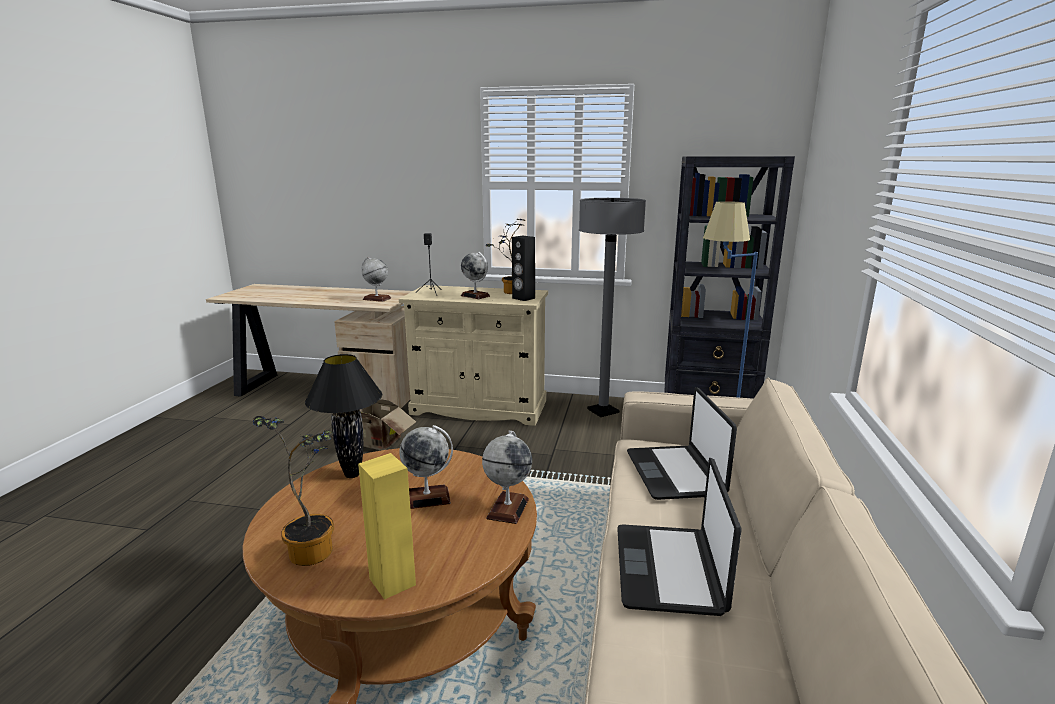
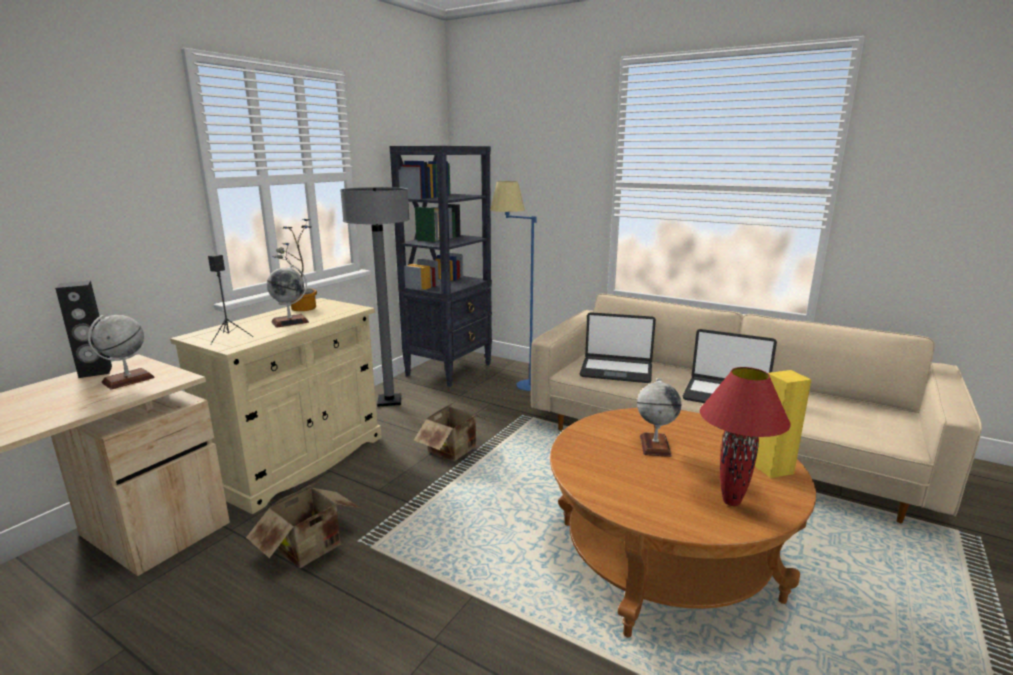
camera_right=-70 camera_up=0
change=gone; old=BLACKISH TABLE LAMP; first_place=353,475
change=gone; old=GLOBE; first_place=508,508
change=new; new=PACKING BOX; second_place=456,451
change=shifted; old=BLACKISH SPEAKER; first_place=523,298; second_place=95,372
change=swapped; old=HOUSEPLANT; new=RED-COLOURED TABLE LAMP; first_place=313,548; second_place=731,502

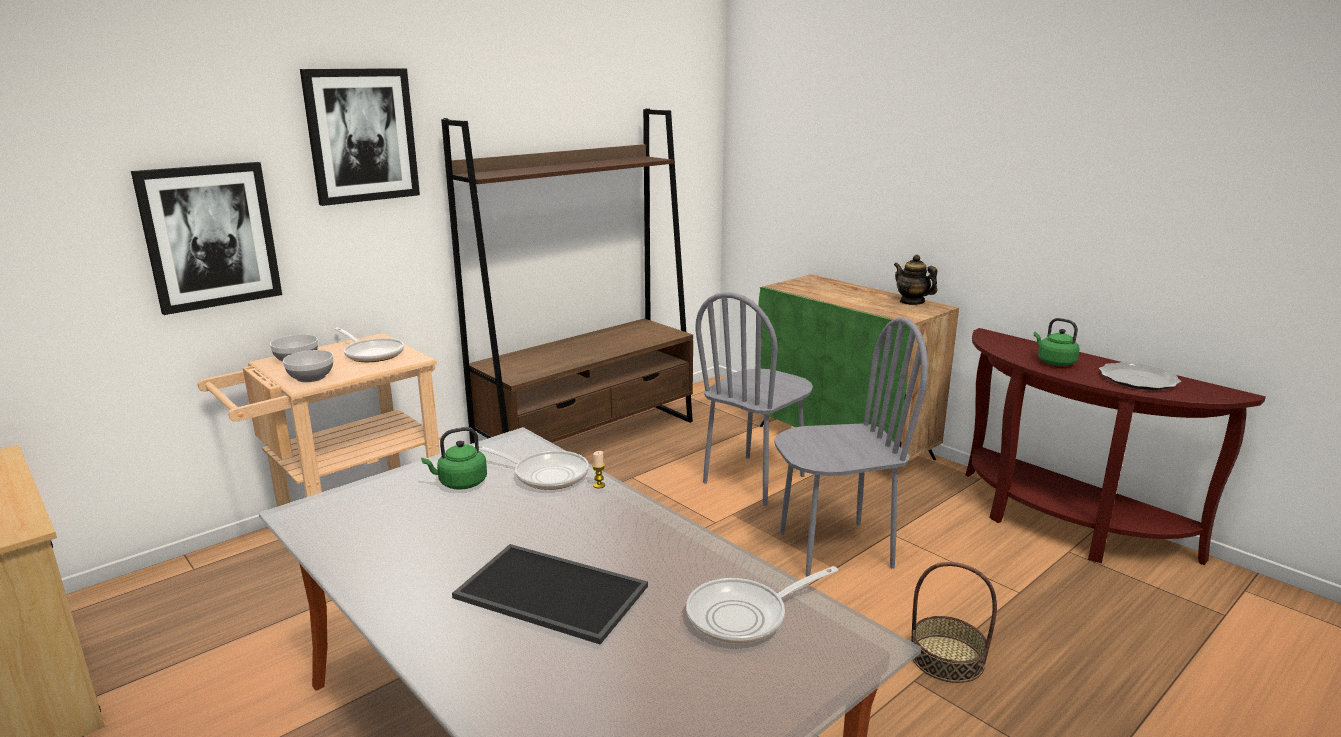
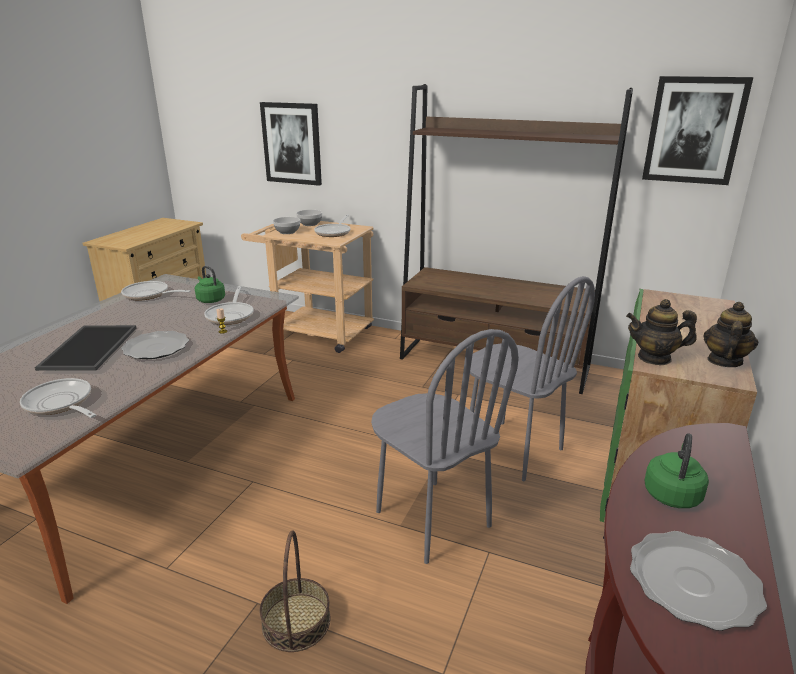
camera_right=65 camera_up=5
change=new; new=PAN; second_place=149,295
change=new; new=PLATE; second_place=156,348
change=new; new=TEAPOT; second_place=654,358
change=shifted; old=PICTURE; first_place=362,135; second_place=694,130
change=rotated; old=GREY CHAIR; first_place=754,479; second_place=513,449; degrees=-150

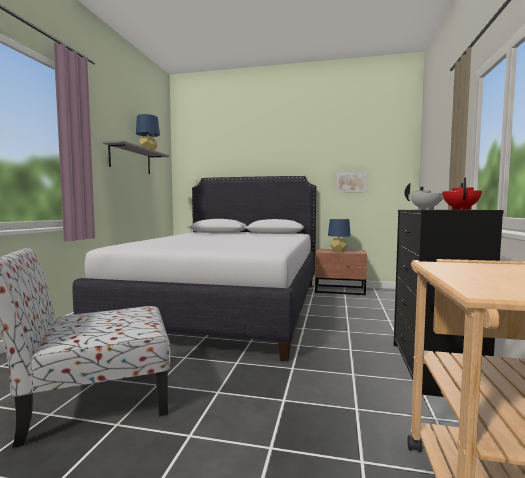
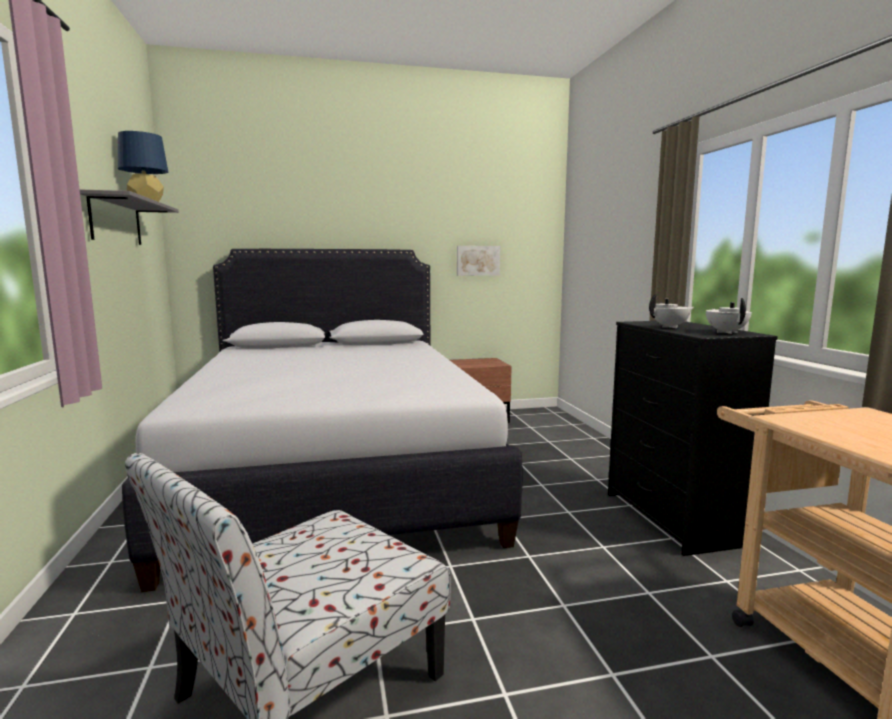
camera_right=-25 camera_up=5
change=gone; old=BLUE-COLOURED TABLE LAMP; first_place=338,251
change=repainted; old=RED-COLOURED TEAPOT; new=WHITE TEAPOT; first_place=461,209; second_place=726,332

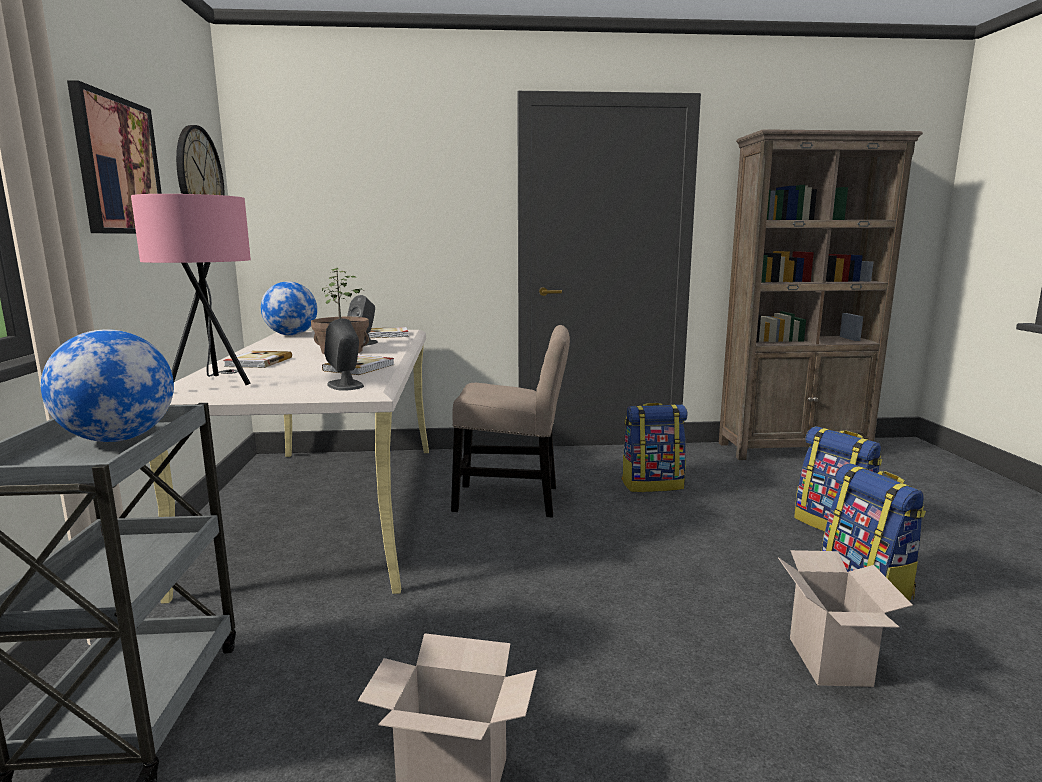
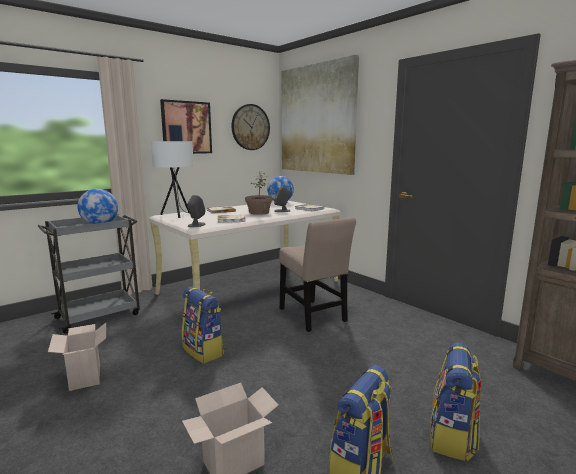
camera_right=55 camera_up=0
change=new; new=PICTURE; second_place=317,119
change=shifted; old=BACKPACK; first_place=652,484; second_place=204,351
change=repainted; old=PINK-COLOURED TABLE LAMP; new=WHITE TABLE LAMP; first_place=213,384; second_place=178,215

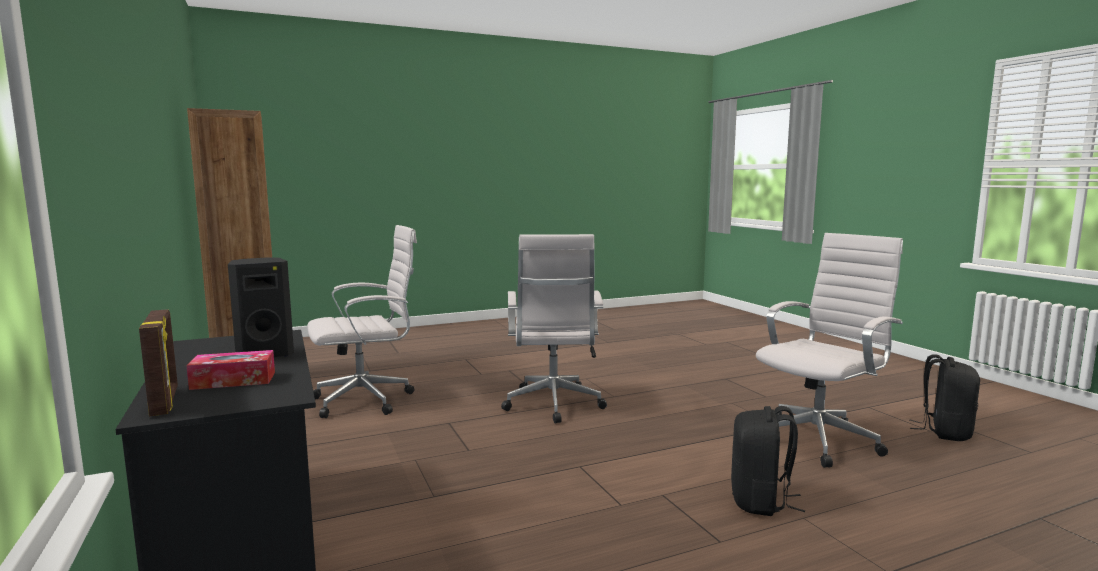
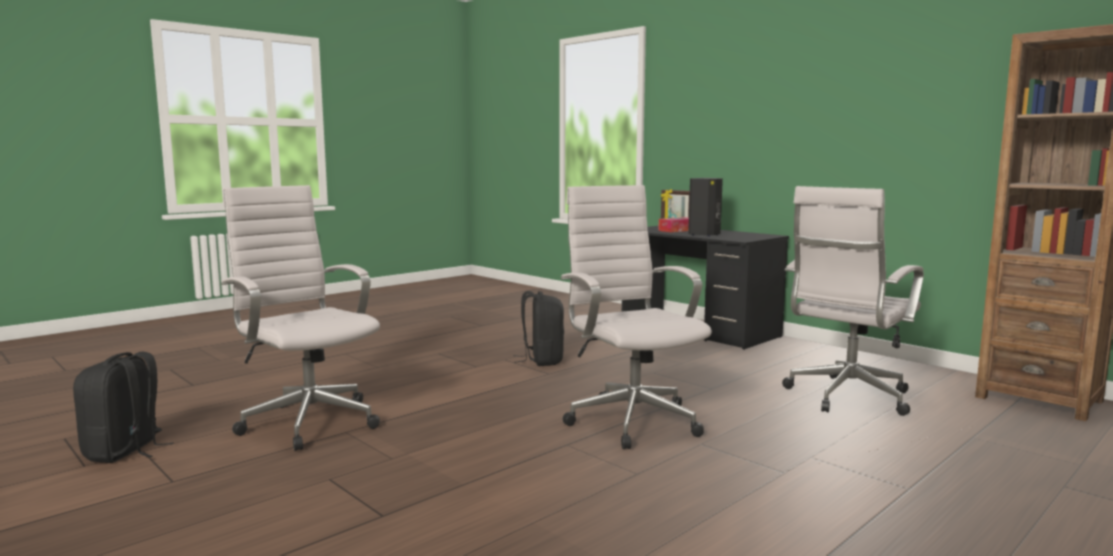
camera_right=160 camera_up=0
change=shifted; old=BLACKISH BACKPACK; first_place=760,501; second_place=542,360
change=rotated; old=WHITE COMPUTER CHAIR; first_place=820,439; second_place=308,421; degrees=105

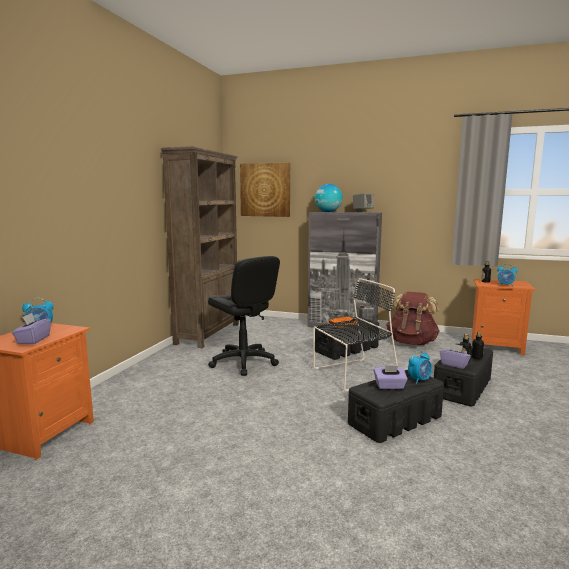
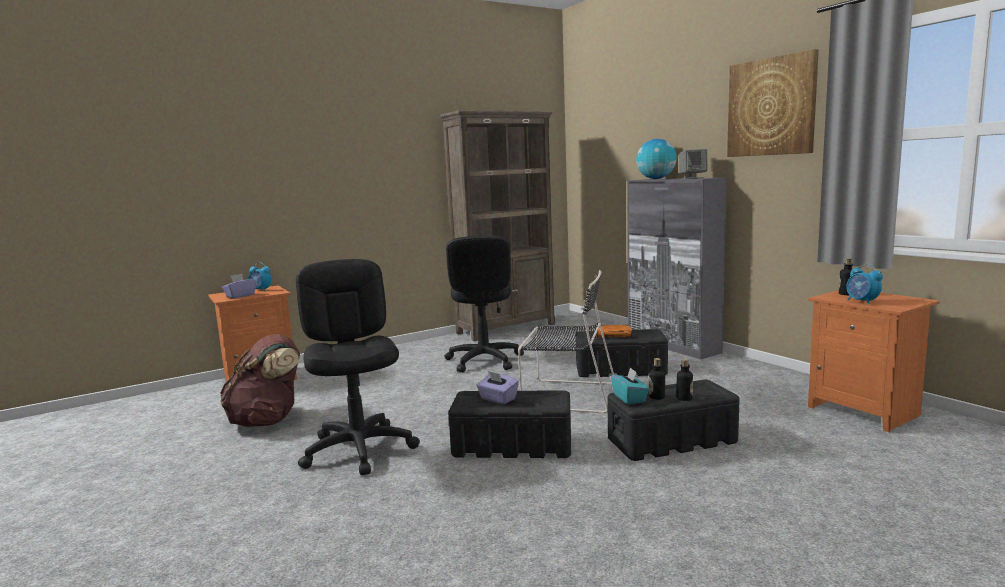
camera_right=40 camera_up=0
change=gone; old=ALARM CLOCK; first_place=419,380
change=new; new=BLACKISH COMPUTER CHAIR; second_place=359,449
change=shifted; old=PICTURE; first_place=265,190; second_place=771,107
change=shifted; old=BROWN-COLOURED BACKPACK; first_place=411,343; second_place=268,420
change=repainted; old=PURPLISH BOX OF TISSUES; new=TURQUOISE-COLOURED BOX OF TISSUES; first_place=454,364; second_place=629,398

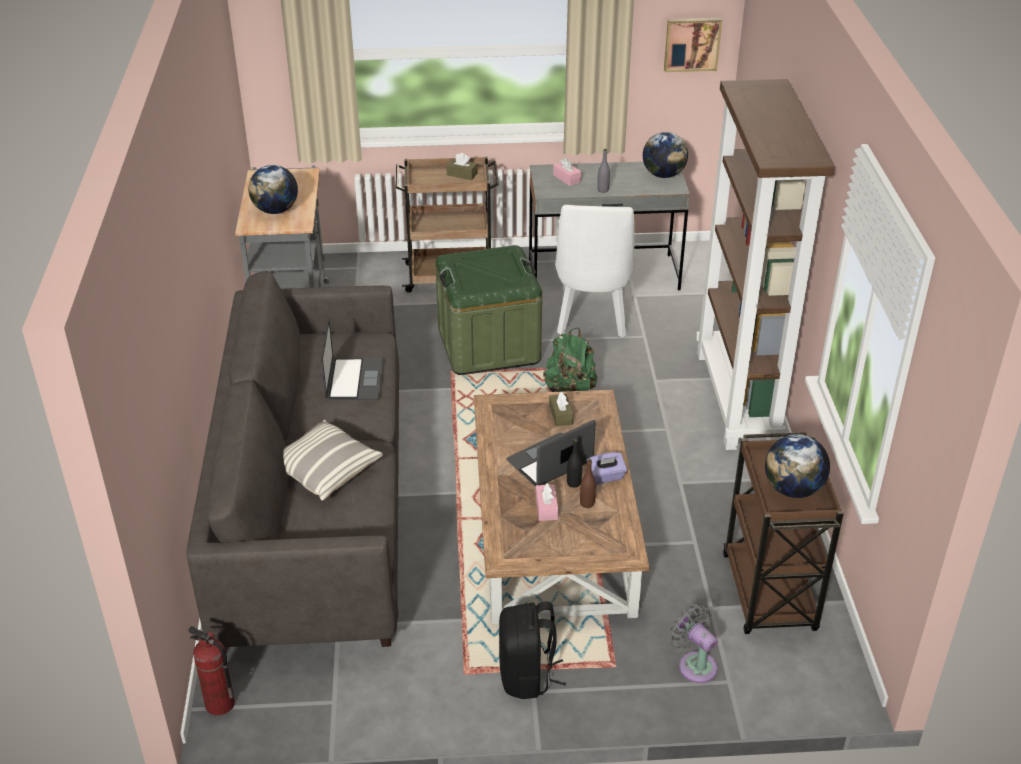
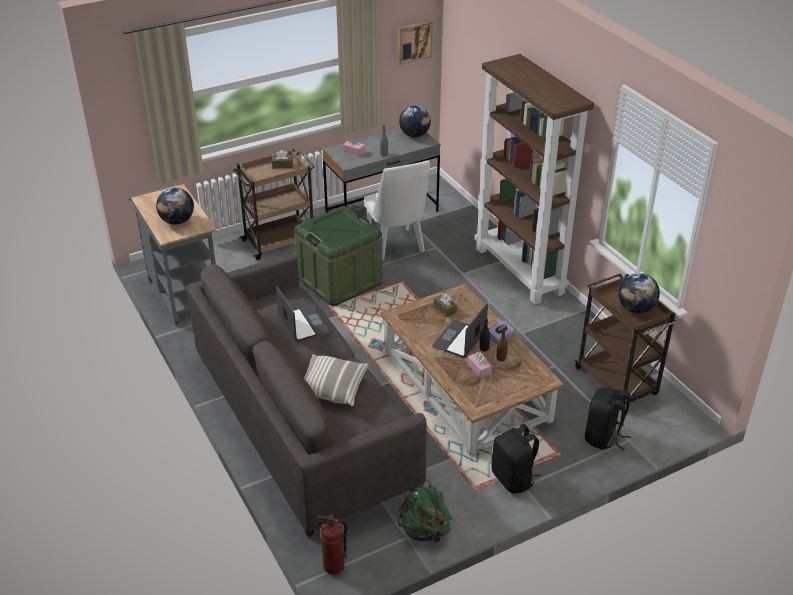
camera_right=-25 camera_up=0
change=shifted; old=GREEN BACKPACK; first_place=570,391; second_place=425,531
change=swapped; old=GREY ELECTRIC FAN; new=BLACKISH BACKPACK; first_place=694,664; second_place=603,437

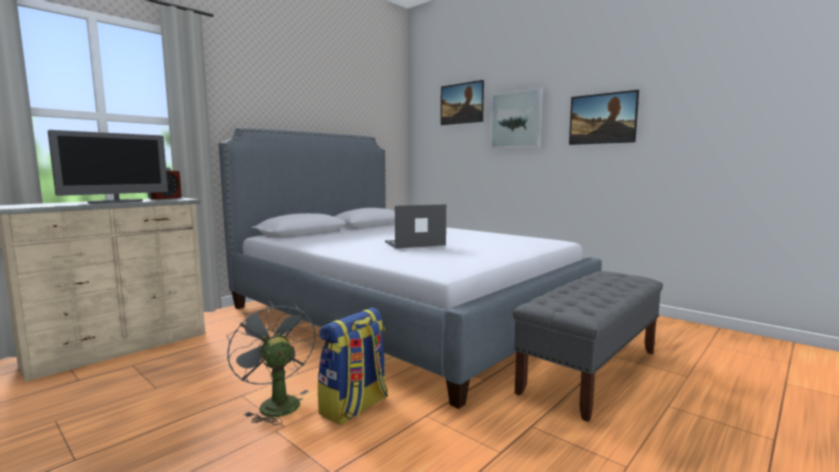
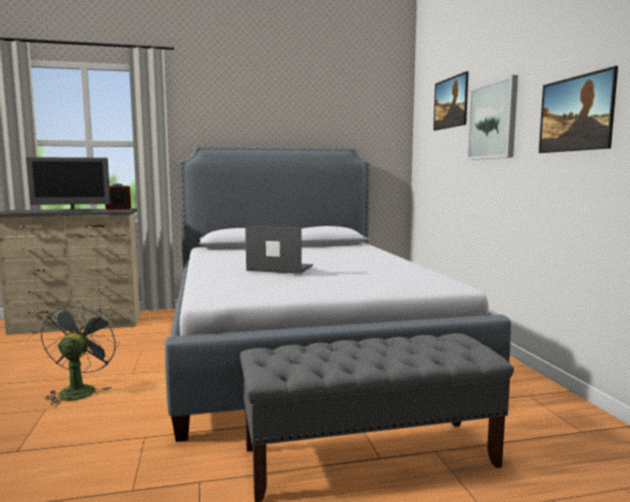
camera_right=35 camera_up=0
change=gone; old=BACKPACK; first_place=355,407

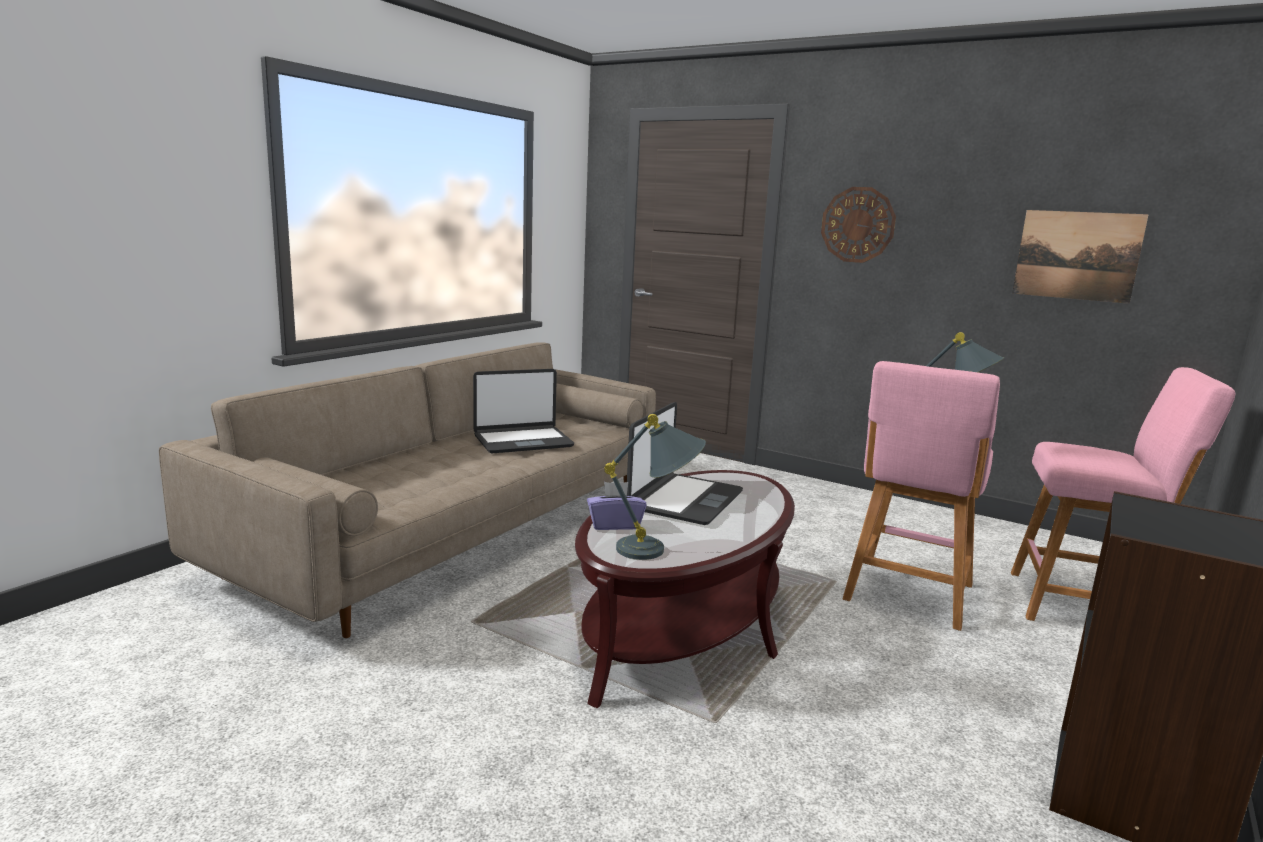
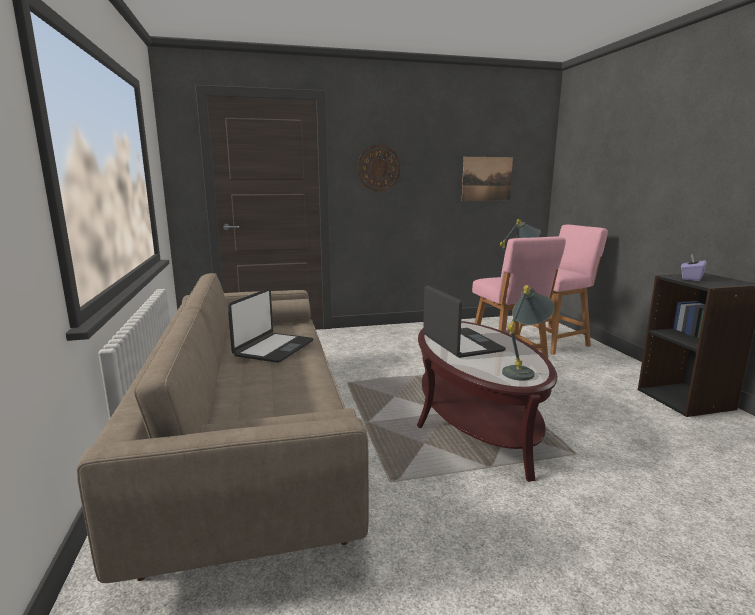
camera_right=-45 camera_up=0
change=shifted; old=PURPLISH BOX OF TISSUES; first_place=615,524; second_place=691,278

